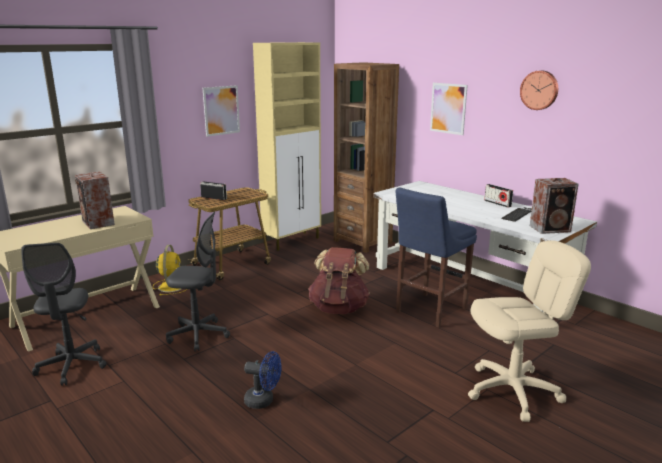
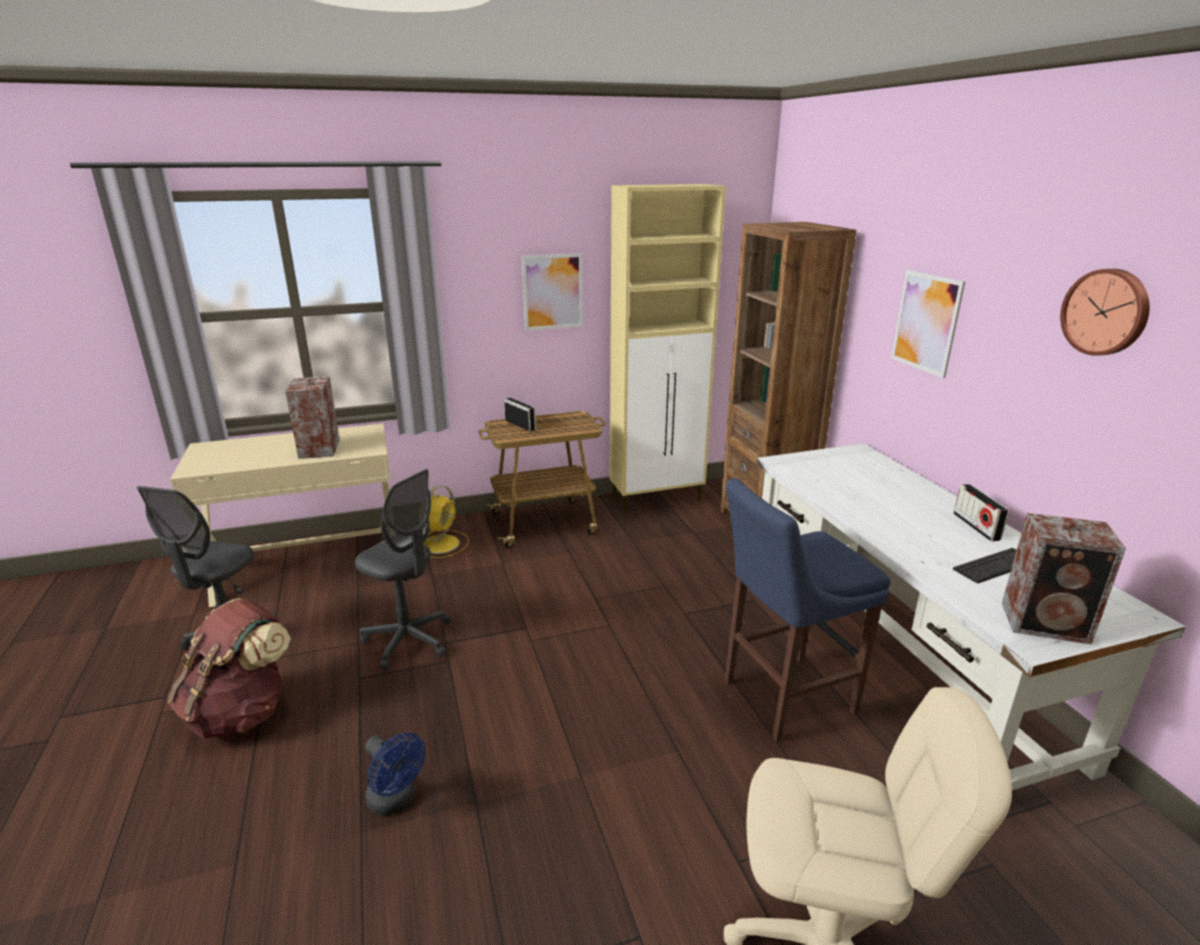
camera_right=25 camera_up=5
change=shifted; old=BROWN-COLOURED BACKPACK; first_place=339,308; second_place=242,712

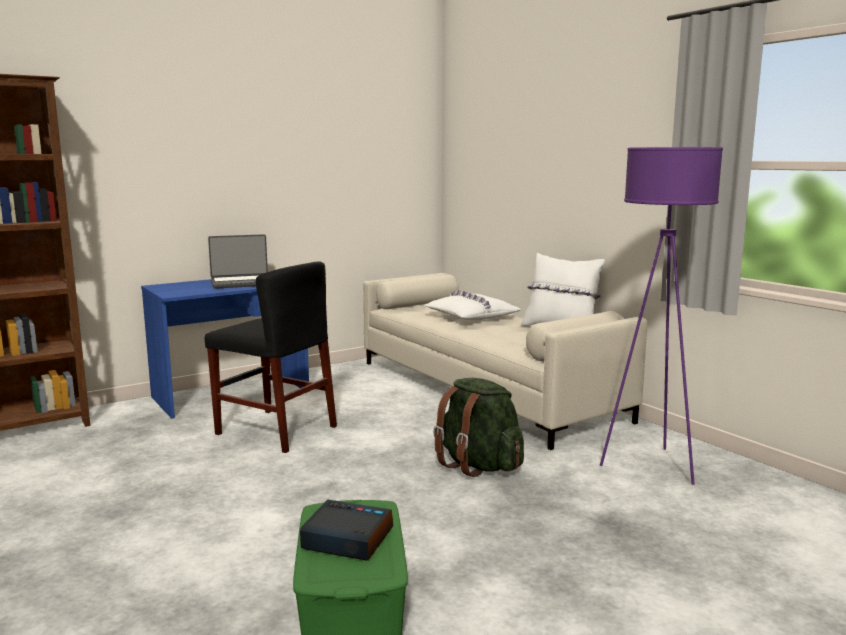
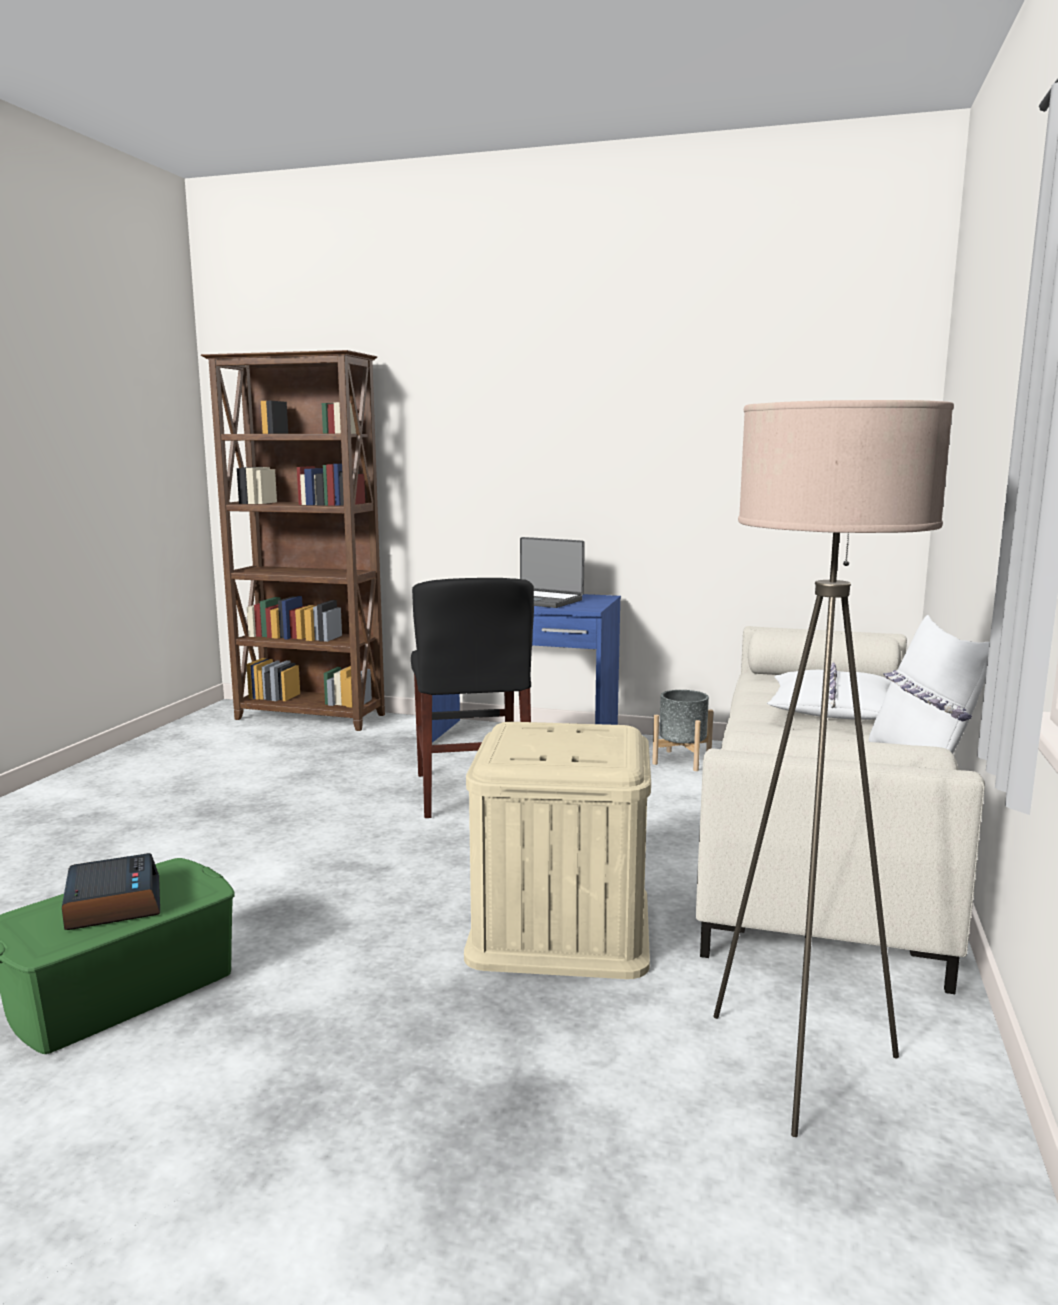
camera_right=50 camera_up=0
change=new; new=GREY PLANTER; second_place=682,760
change=swapped; old=GREEN BACKPACK; new=BEIGE-COLOURED STORAGE BIN; first_place=478,465; second_place=560,926
change=repainted; old=PURPLISH STANDING LAMP; new=BEIGE-COLOURED STANDING LAMP; first_place=651,465; second_place=799,1065

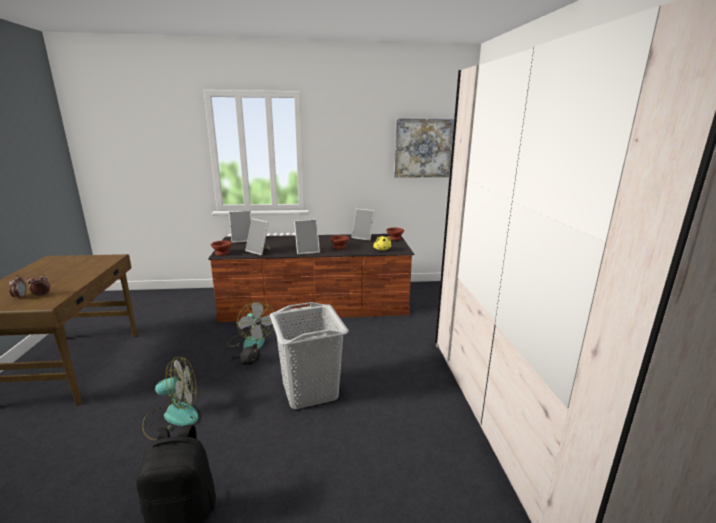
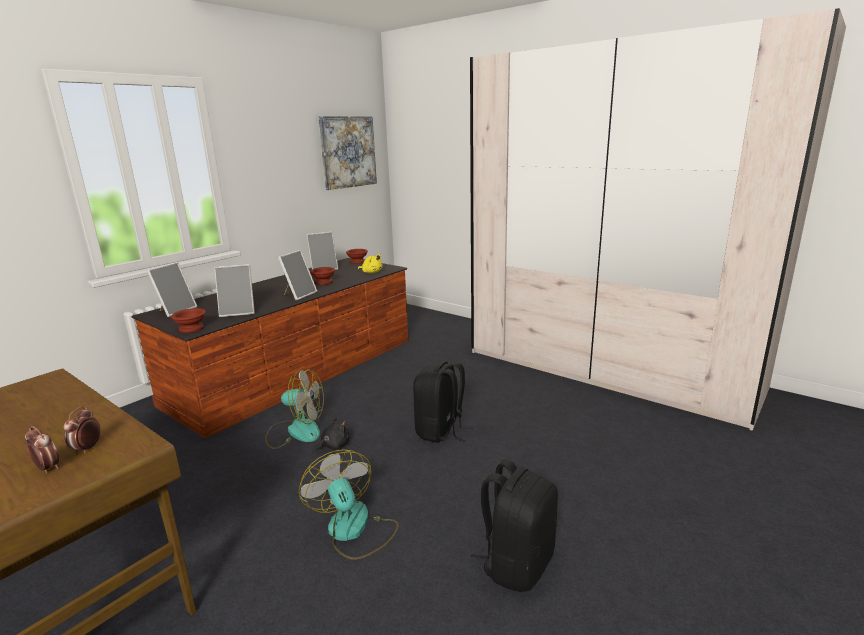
camera_right=-45 camera_up=0
change=swapped; old=GREY LAUNDRY BASKET; new=BLACKISH BACKPACK; first_place=309,391; second_place=440,431
change=rotated; old=ELECTRIC FAN; first_place=172,417; second_place=354,530; degrees=-60

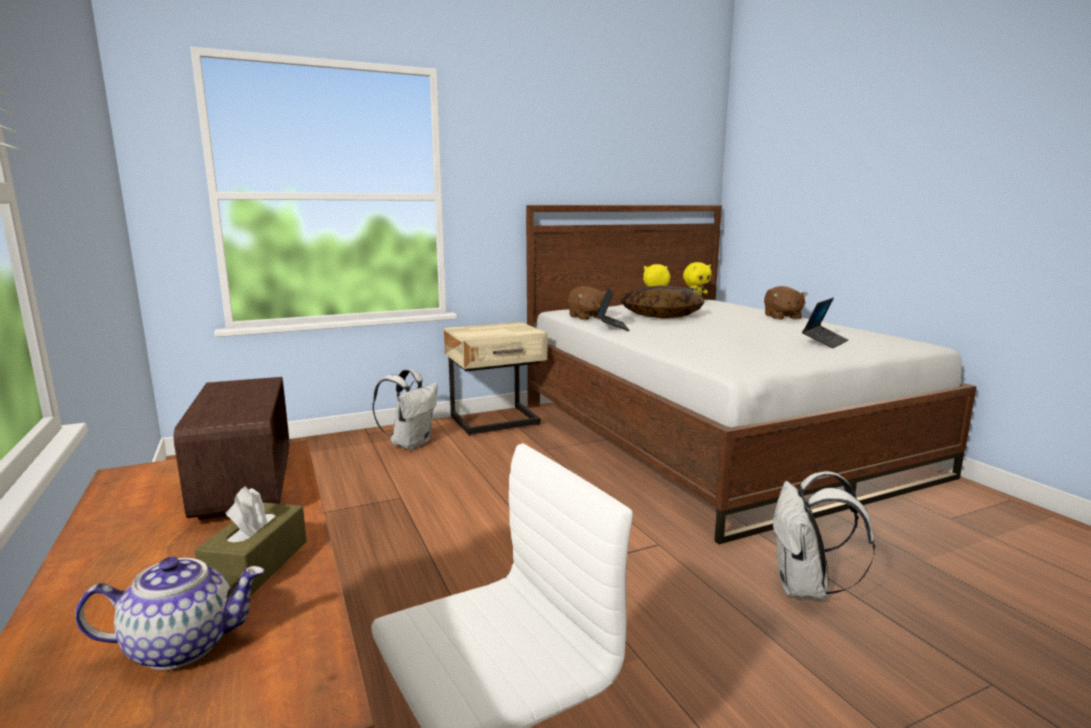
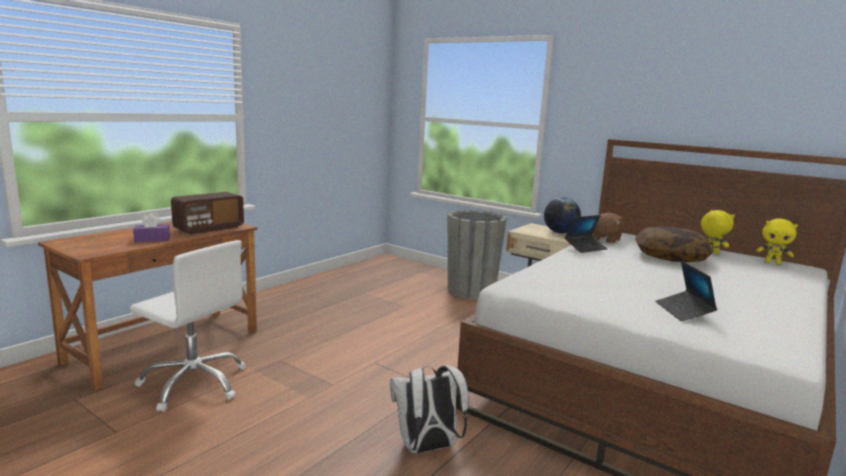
camera_right=60 camera_up=0
change=gone; old=TEAPOT; first_place=183,645
change=gone; old=BROWN-COLOURED CUDDLY TOY; first_place=782,317
change=new; new=GLOBE; second_place=560,232
change=swapped; old=WHITE BACKPACK; new=GREY PLANTER; first_place=410,443; second_place=471,291
change=repainted; old=BROWN-COLOURED BOX OF TISSUES; new=PURPLISH BOX OF TISSUES; first_place=257,565; second_place=152,239
change=rotated; old=NOTEBOOK COMPUTER; first_place=824,342; second_place=683,311; degrees=75

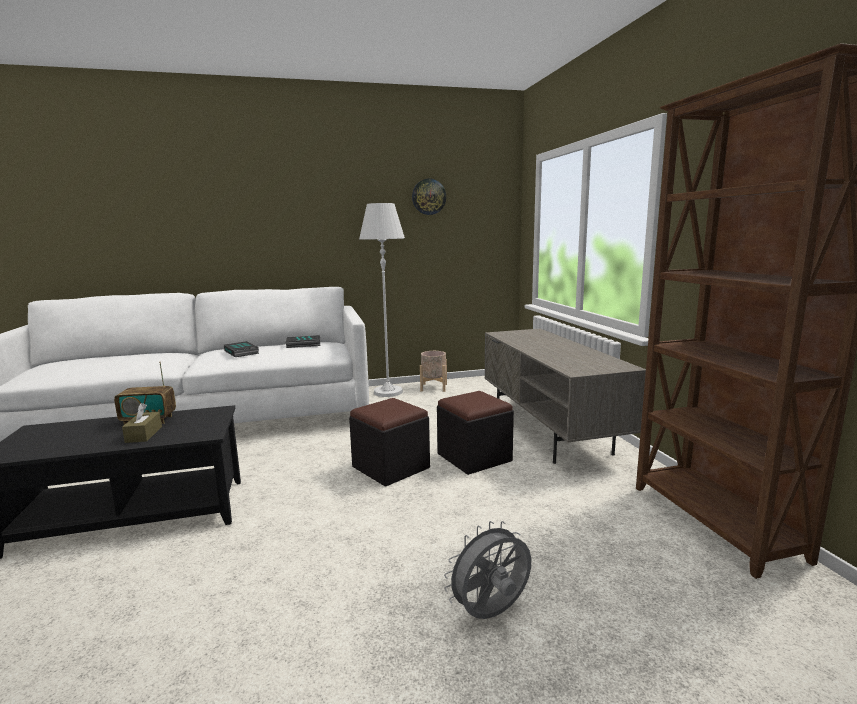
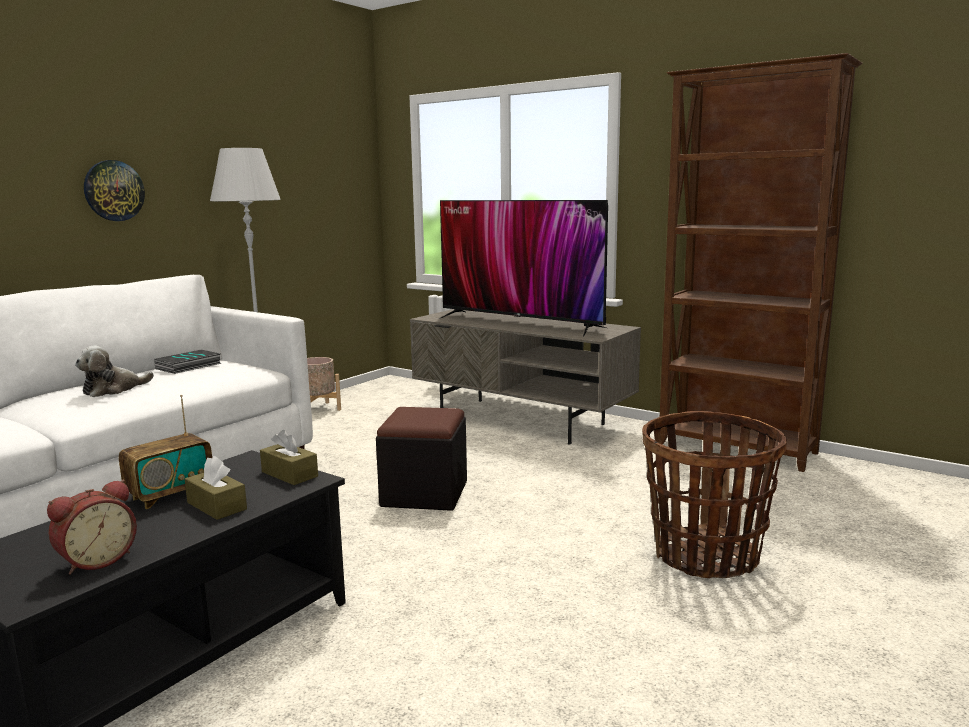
camera_right=-40 camera_up=0
change=gone; old=BLACKISH POUFFE; first_place=474,457
change=new; new=ALARM CLOCK; second_place=96,560
change=new; new=BROWN-COLOURED BOX OF TISSUES; second_place=289,474
change=new; new=TV SET; second_place=520,323
change=shifted; old=CLOCK ON THE WALL; first_place=428,197; second_place=113,190
change=swapped; old=BOOK; new=CUDDLY TOY; first_place=242,352; second_place=113,389
change=swapped; old=GREY ELECTRIC FAN; new=BASKET; first_place=491,614; second_place=705,556

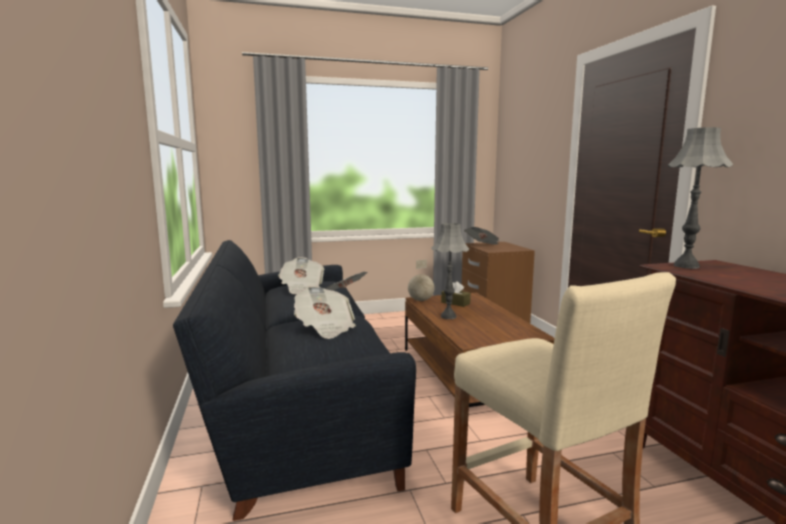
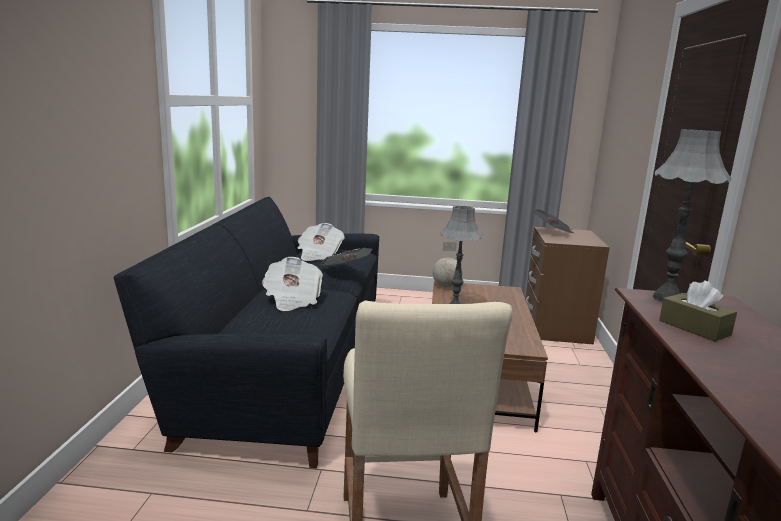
camera_right=20 camera_up=5
change=shifted; old=BROWN-COLOURED BOX OF TISSUES; first_place=455,303; second_place=694,328

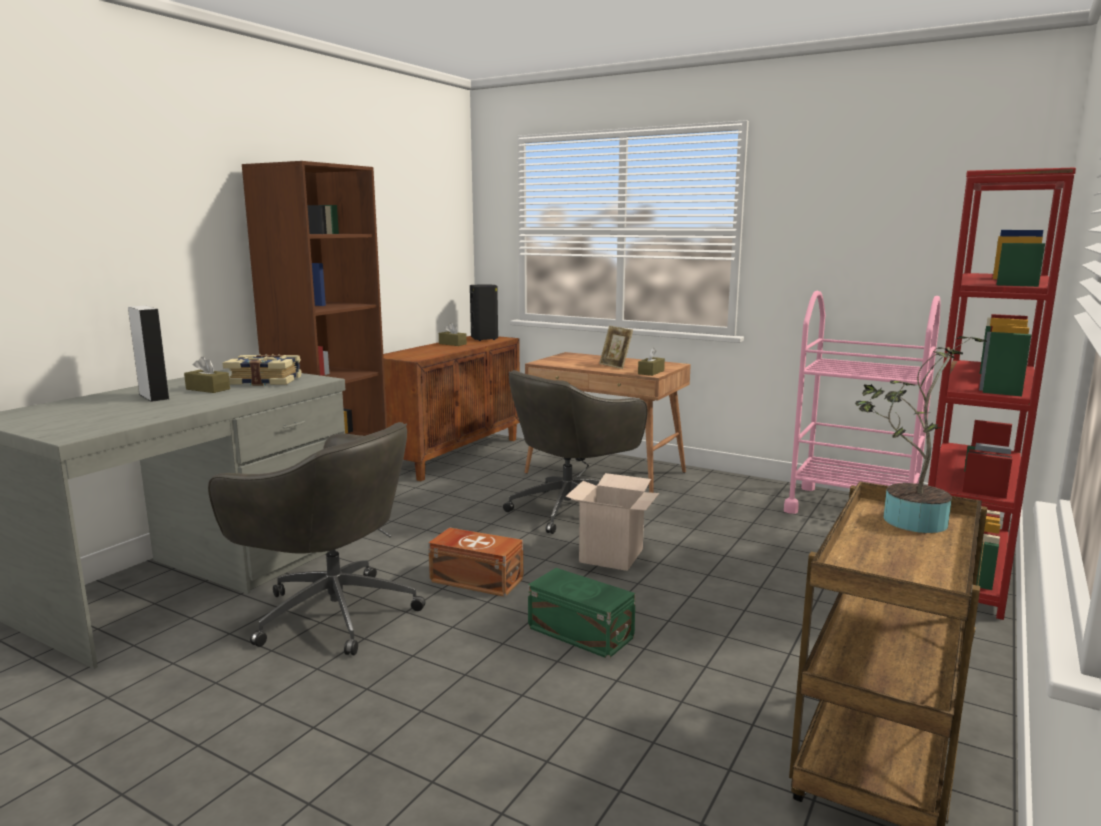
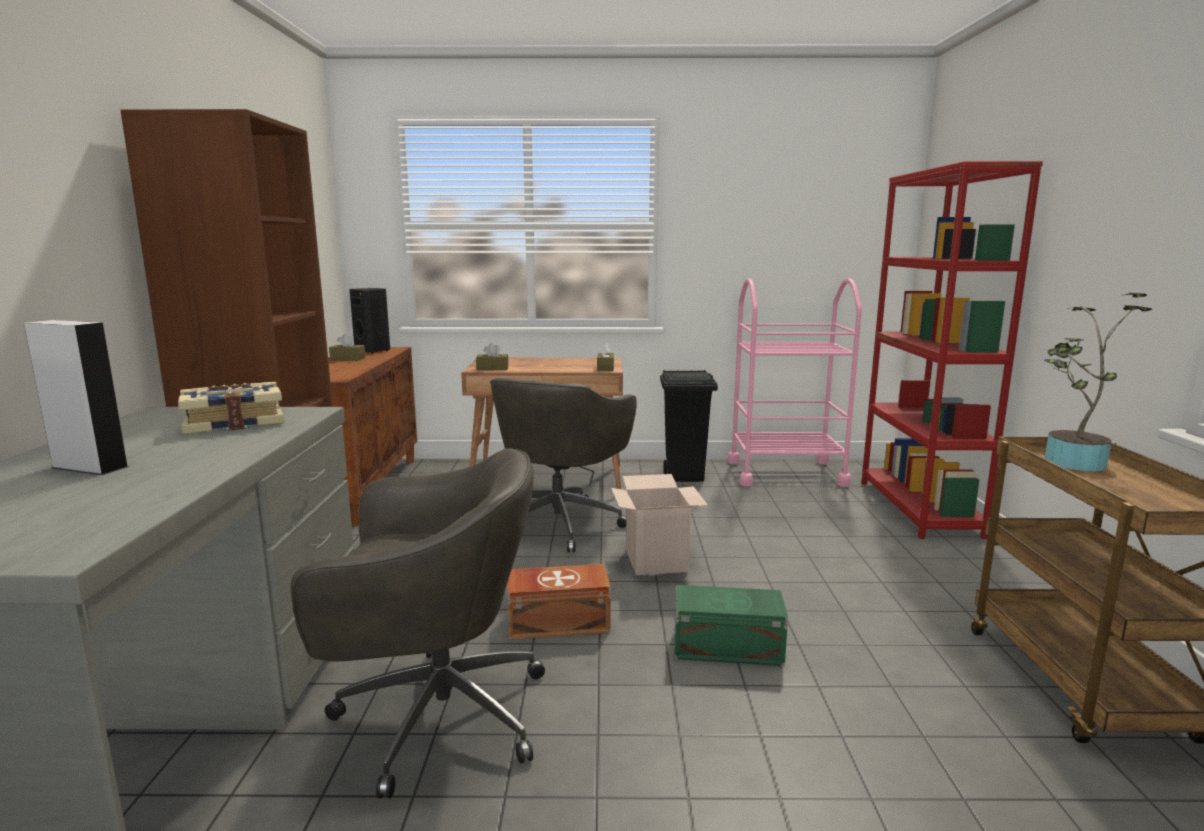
camera_right=-30 camera_up=0
change=gone; old=STANDING FRAME; first_place=615,366
change=new; new=BLACKISH TRASH CAN; second_place=685,477
change=shifted; old=BROWN-COLOURED BOX OF TISSUES; first_place=208,389; second_place=492,368

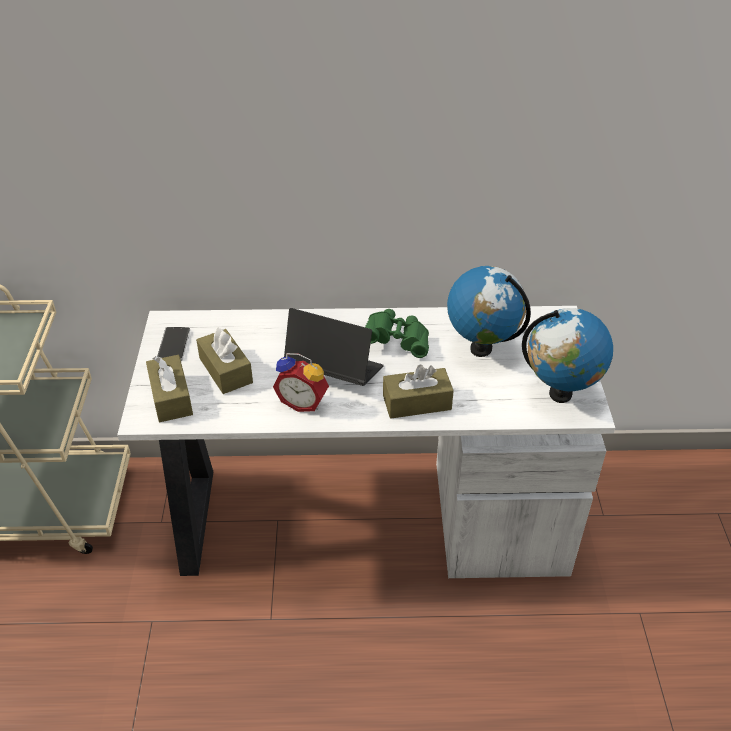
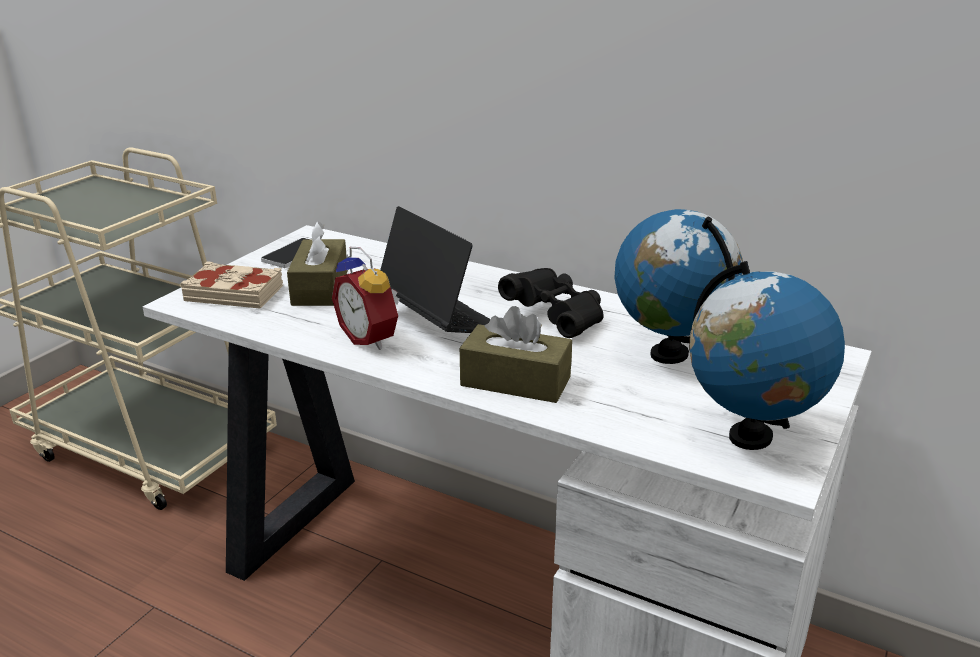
camera_right=30 camera_up=-15
change=swapped; old=BROWN-COLOURED BOX OF TISSUES; new=BEIGE-COLOURED BOOK; first_place=171,397; second_place=234,293
change=repainted; old=GREEN FIELD GLASSES; new=BLACKISH FIELD GLASSES; first_place=397,342; second_place=556,317

